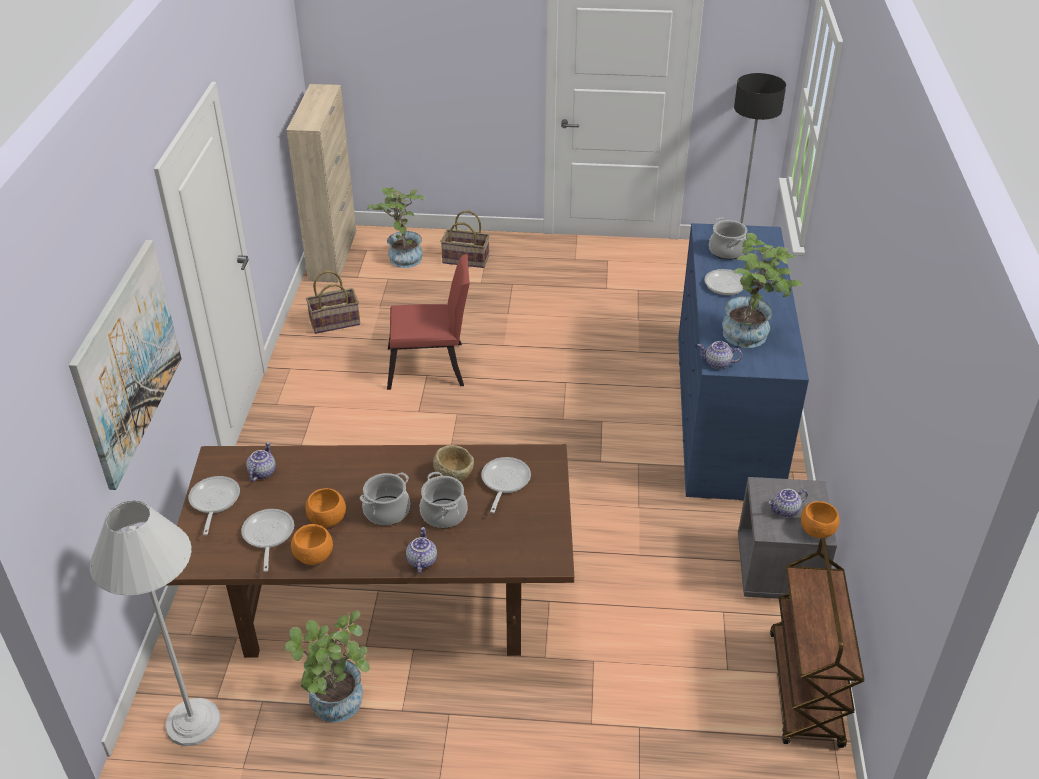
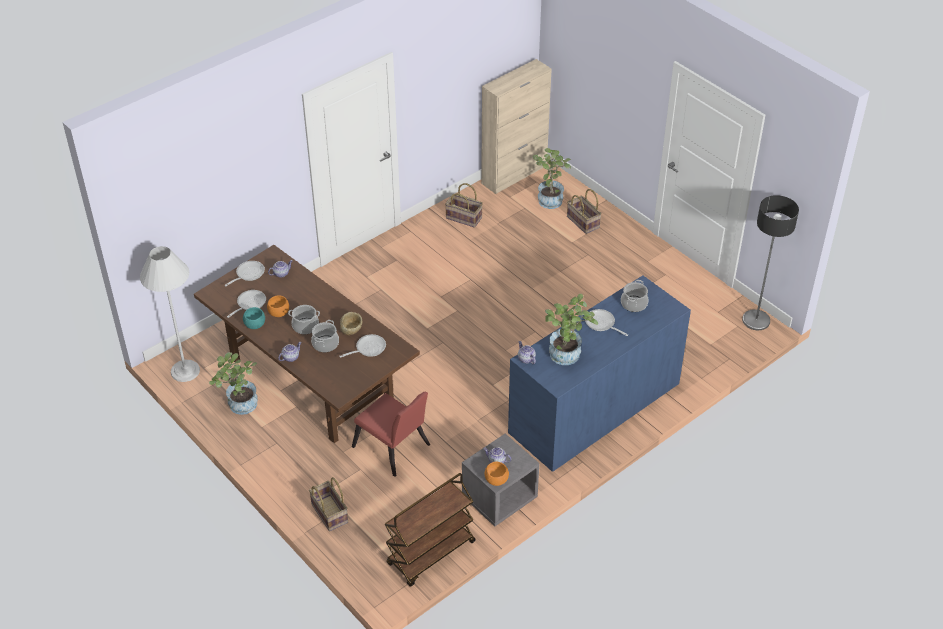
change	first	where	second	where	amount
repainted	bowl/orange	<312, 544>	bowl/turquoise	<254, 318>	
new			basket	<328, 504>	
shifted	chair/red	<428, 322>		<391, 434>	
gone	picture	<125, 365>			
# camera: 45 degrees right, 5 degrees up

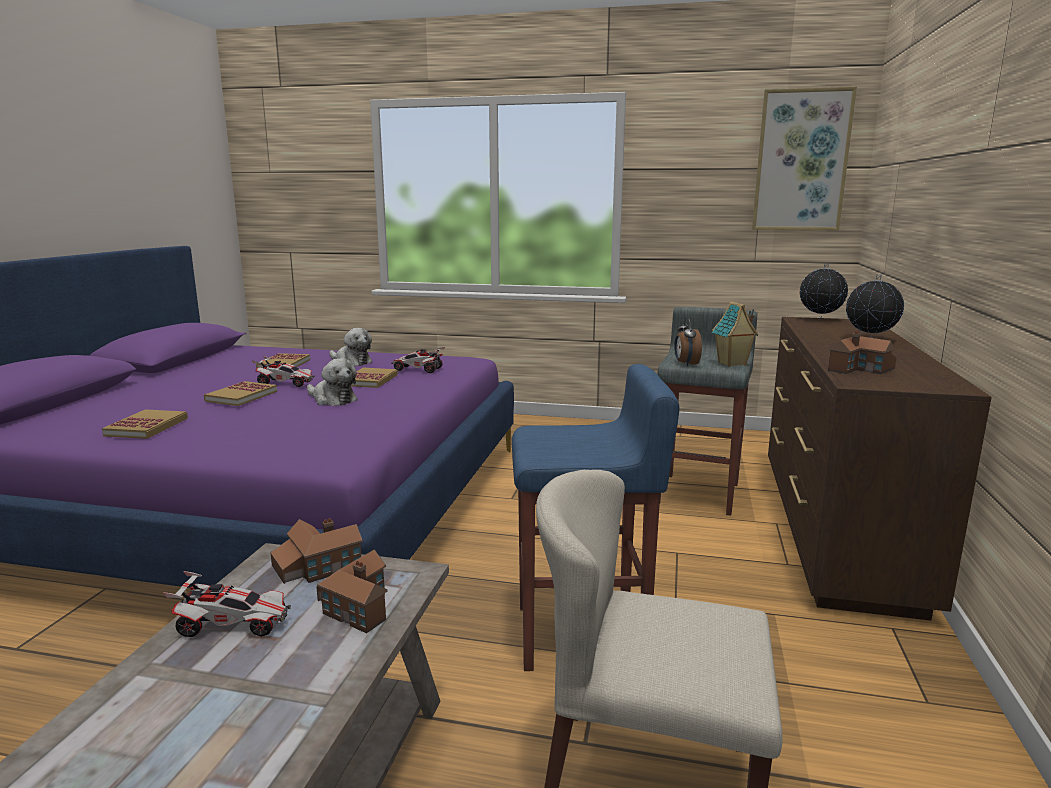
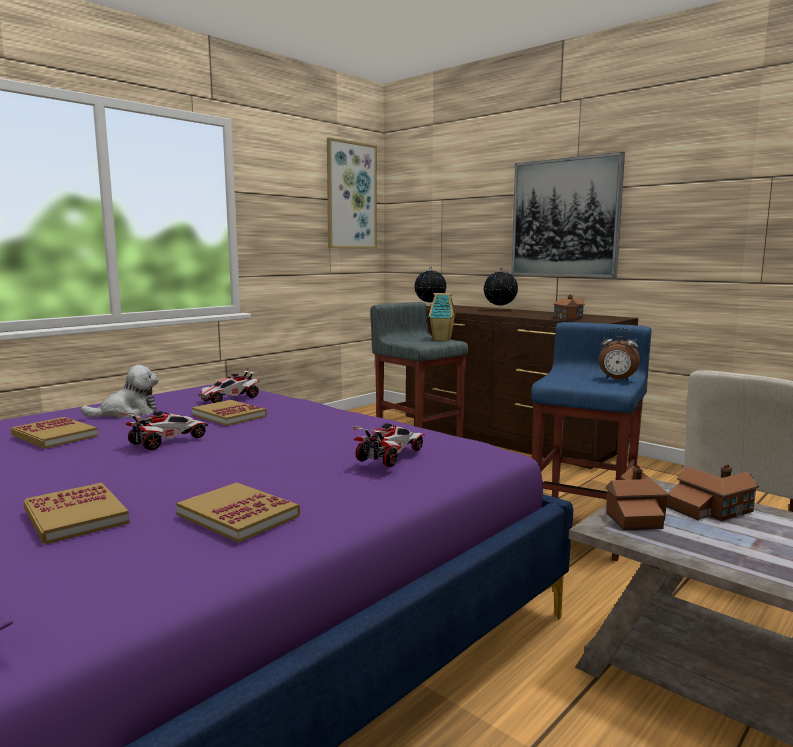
change	first	where	second	where	amount
shifted	book	<240, 393>		<77, 513>	
shifted	toy car	<227, 604>		<389, 445>	
new			picture	<568, 215>	
shifted	alarm clock	<688, 342>		<619, 354>	
gone	plush toy	<332, 382>			
# camera: 60 degrees left, 5 degrees down

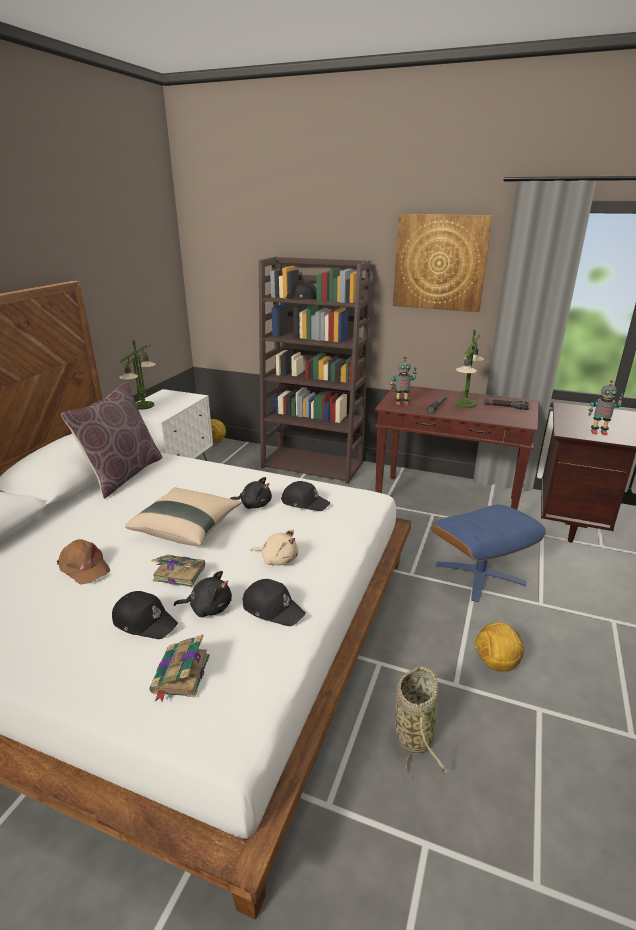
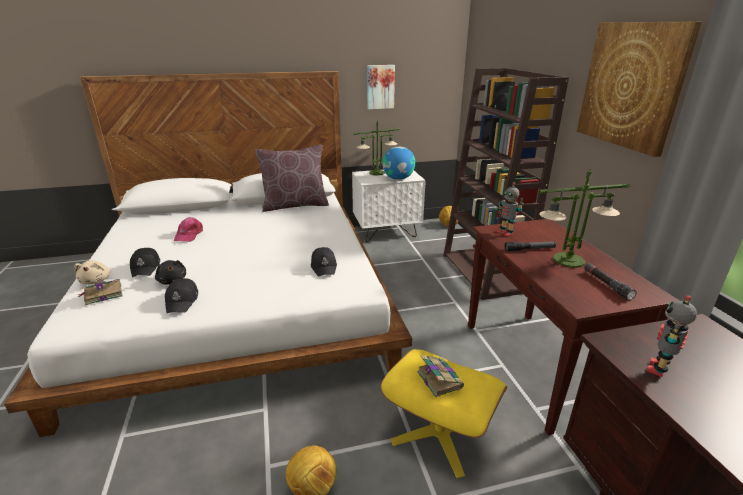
change	first	where	second	where	amount
shifted	plush toy/beige	<274, 547>		<92, 272>	
repainted	cap/brown	<83, 562>	cap/pink	<188, 229>	
new			picture	<381, 87>	
repainted	ottoman/blue	<488, 553>	ottoman/yellow	<444, 413>	
new			globe	<398, 163>	
shifted	book	<178, 570>		<440, 376>	
rotated	toy robot	<605, 407>		<672, 336>	60 degrees clockwise
gone	pillow/beige	<183, 517>			
gone	plush toy/black	<251, 493>			
gone	basket	<421, 723>			
# camera: 55 degrees right, 0 degrees up

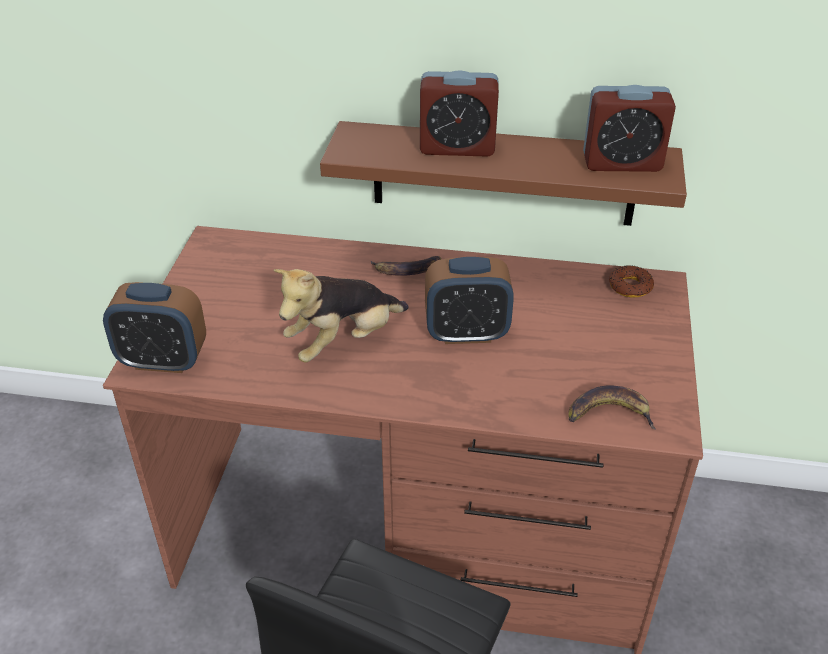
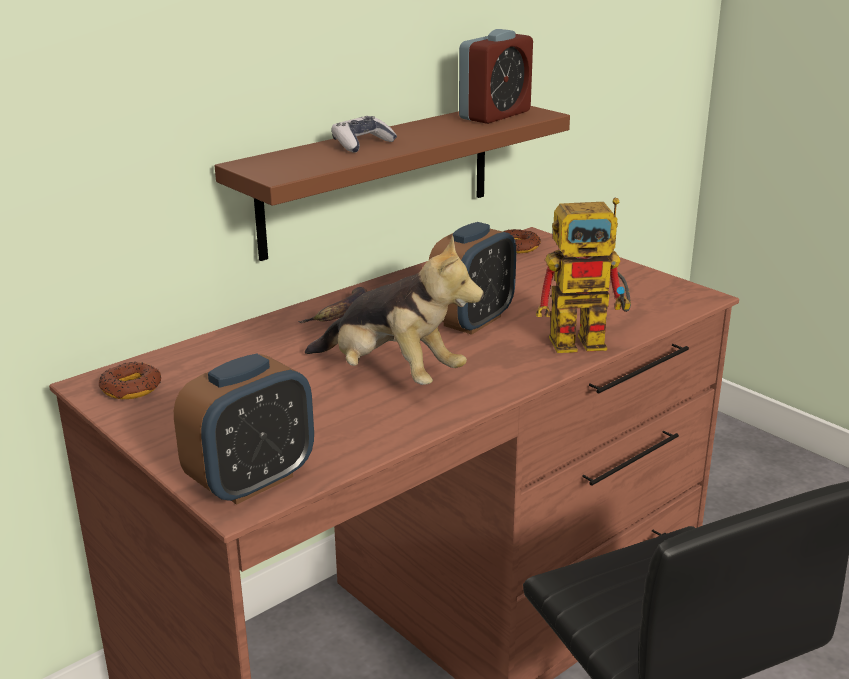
change	first	where	second	where	amount
new			donut	<130, 380>	
rotated	plush toy	<341, 315>		<394, 310>	60 degrees counterclockwise
swapped	alarm clock	<459, 113>	game controller	<364, 134>	
new			toy robot	<583, 275>	
gone	banana	<611, 407>			
# camera: 50 degrees left, 15 degrees down

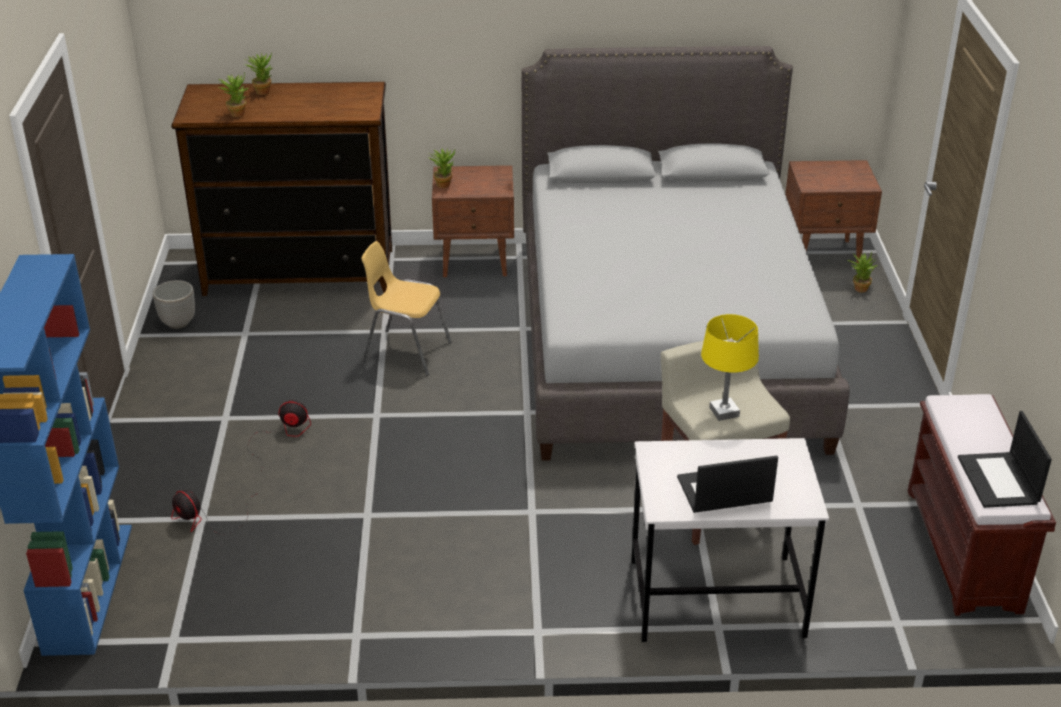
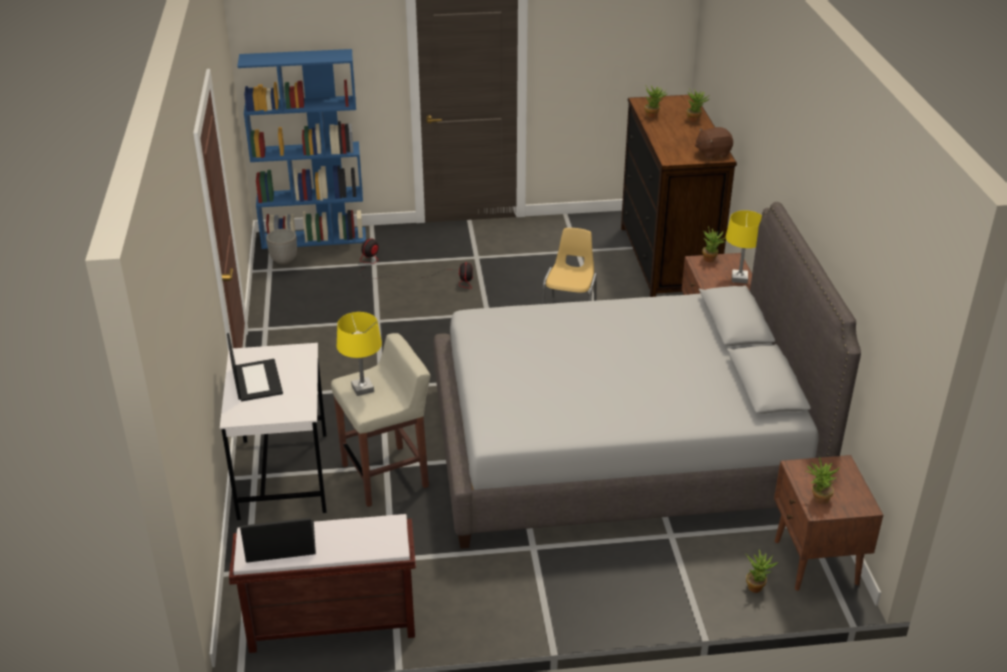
change	first	where	second	where	amount
shifted	planter	<174, 304>		<281, 247>	
new			plush toy/brown	<714, 143>	
new			table lamp/yellow	<744, 246>	
new			potted plant	<823, 480>	
# camera: 85 degrees right, 0 degrees up

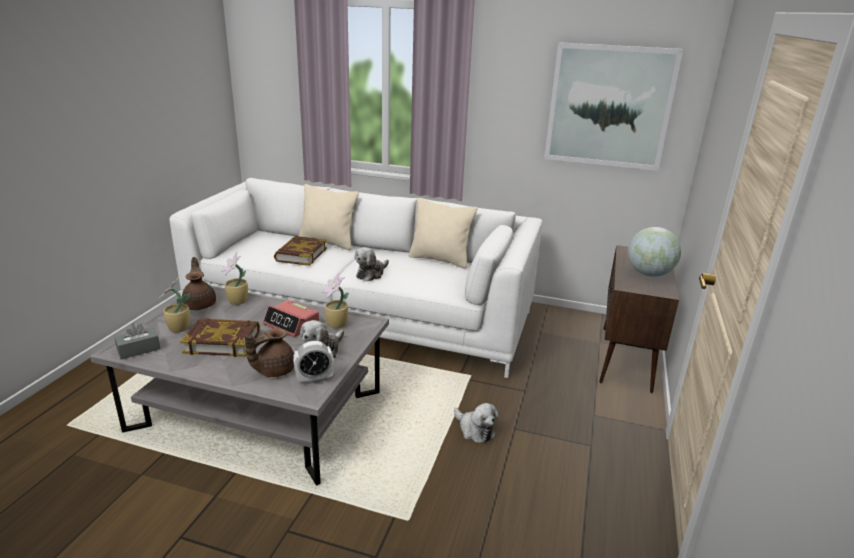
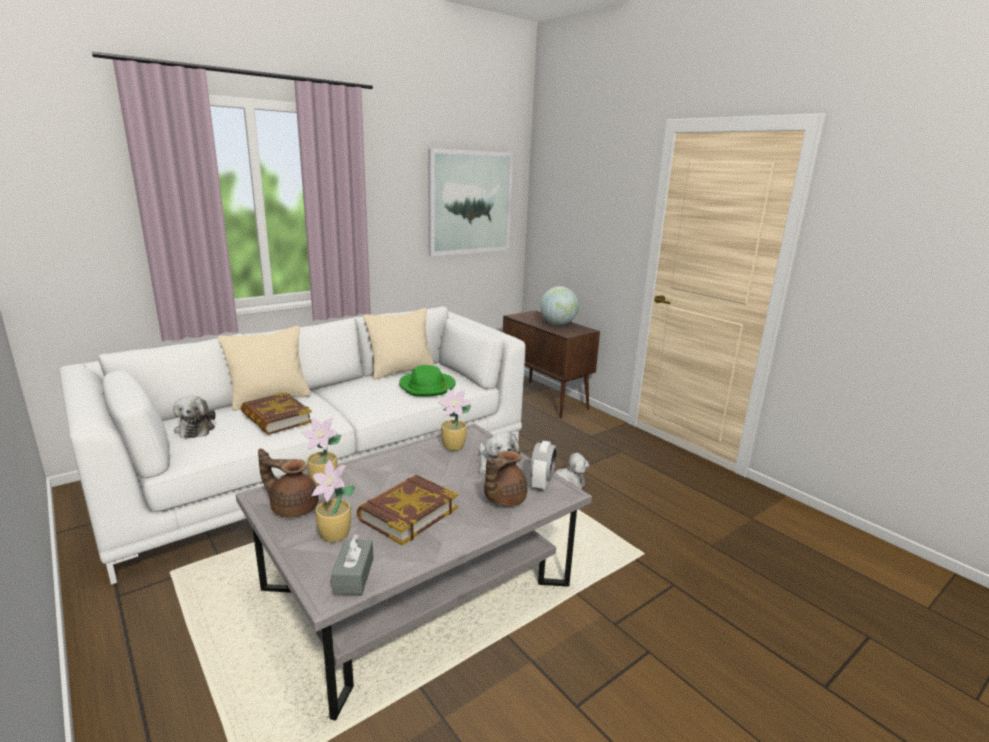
change	first	where	second	where	amount
shifted	plush toy	<371, 264>		<194, 417>	
new			hat/green	<427, 380>	
rotated	teapot/brown	<269, 352>		<505, 479>	45 degrees clockwise
gone	alarm clock	<291, 318>			
# camera: 55 degrees left, 5 degrees down

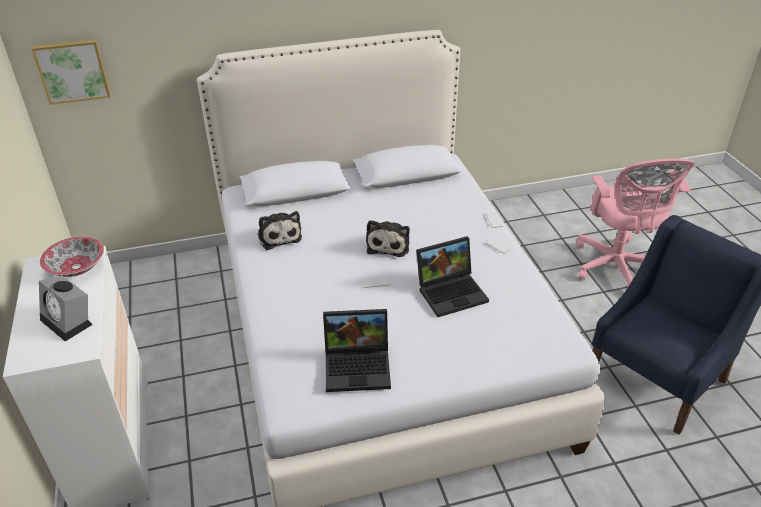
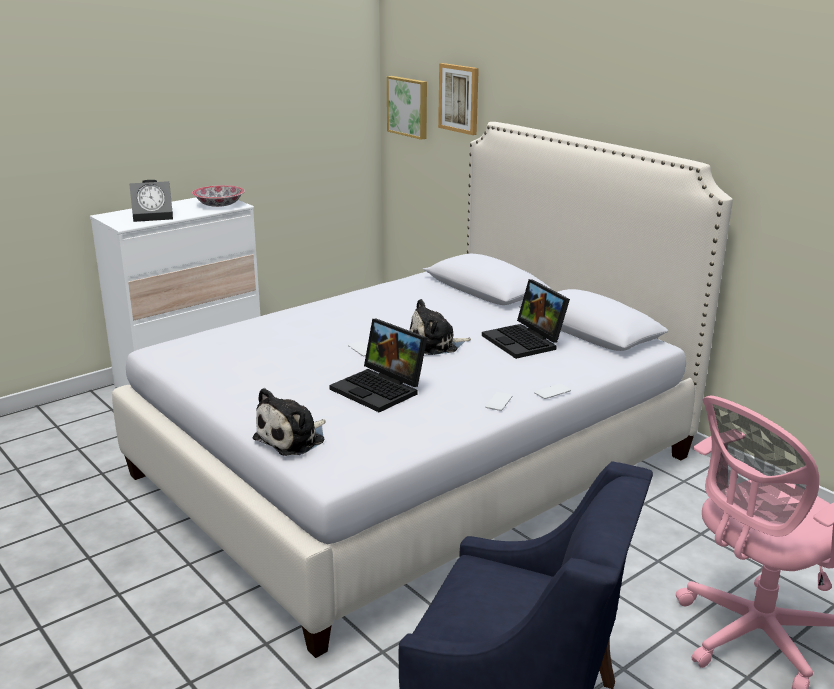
change	first	where	second	where	amount
rotated	alarm clock	<66, 308>		<151, 201>	120 degrees counterclockwise
shifted	plush toy	<279, 230>		<289, 422>	
new			picture	<458, 99>	
shifted	laptop	<357, 350>		<526, 319>	
# camera: 65 degrees right, 15 degrees down

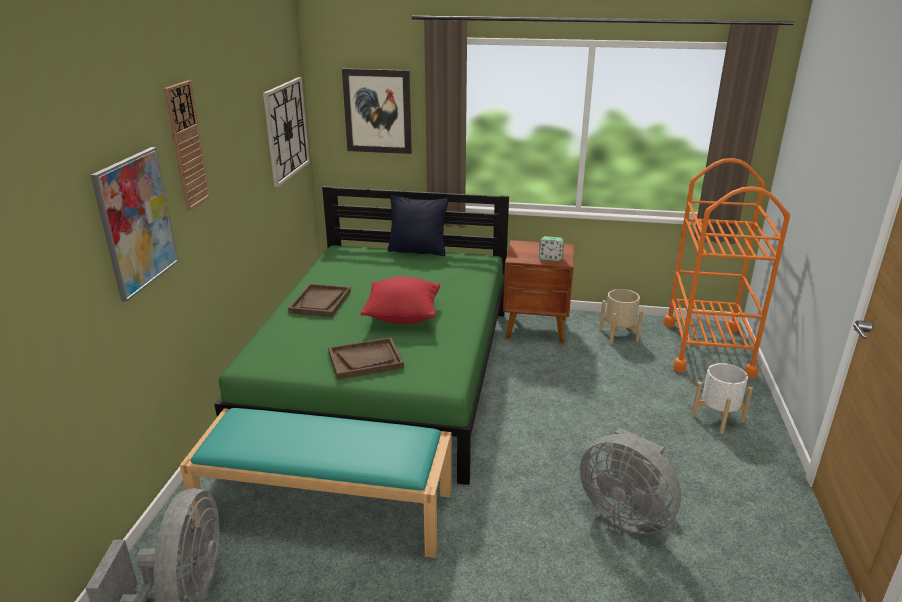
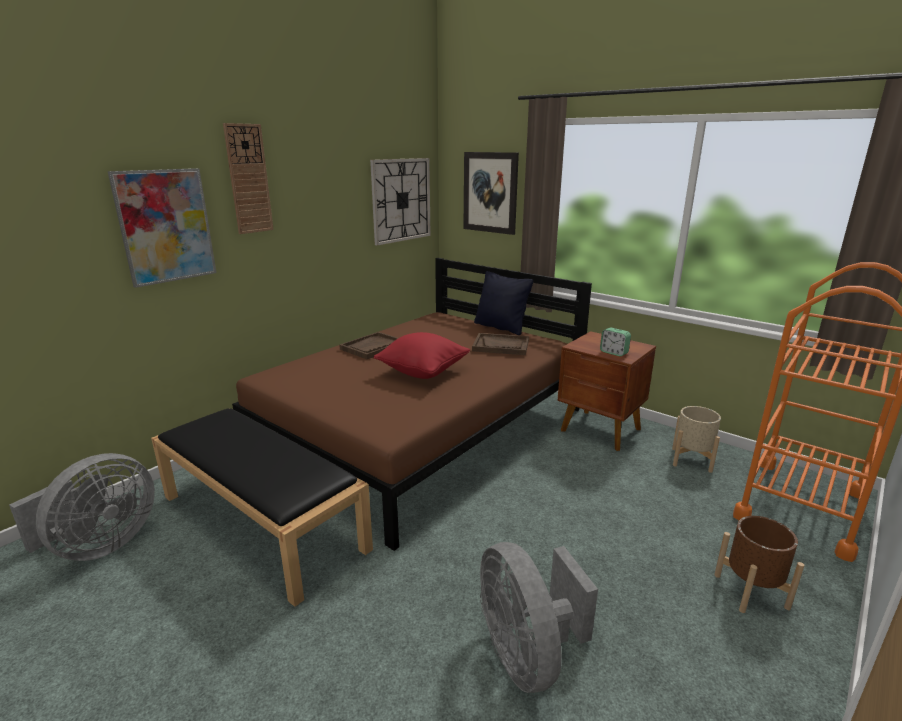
change	first	where	second	where	amount
repainted	bench/turquoise	<315, 483>	bench/black	<262, 507>	
repainted	bed/green	<361, 335>	bed/brown	<412, 404>	
shifted	tray/brown	<366, 358>		<500, 344>	
repainted	planter/white	<722, 398>	planter/brown	<759, 564>	
# camera: 30 degrees right, 5 degrees down

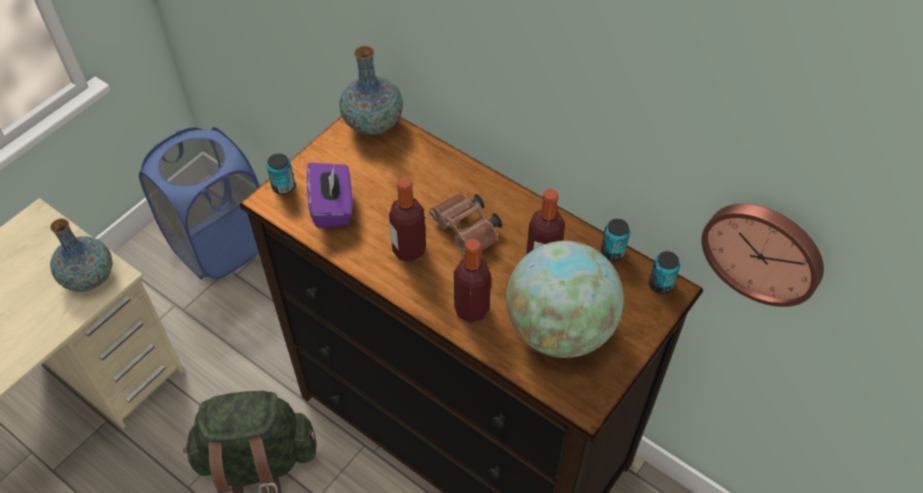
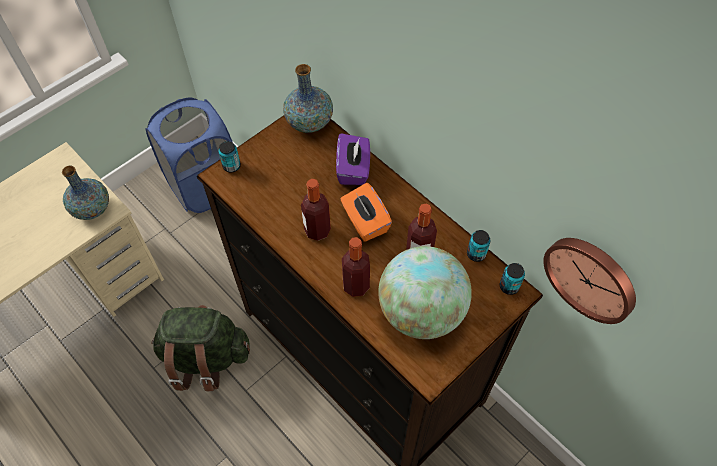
change	first	where	second	where	amount
shifted	tissue box/purple	<330, 195>		<353, 159>	
swapped	binoculars/brown	<466, 224>	tissue box/orange	<366, 212>	
# camera: 10 degrees right, 5 degrees up

